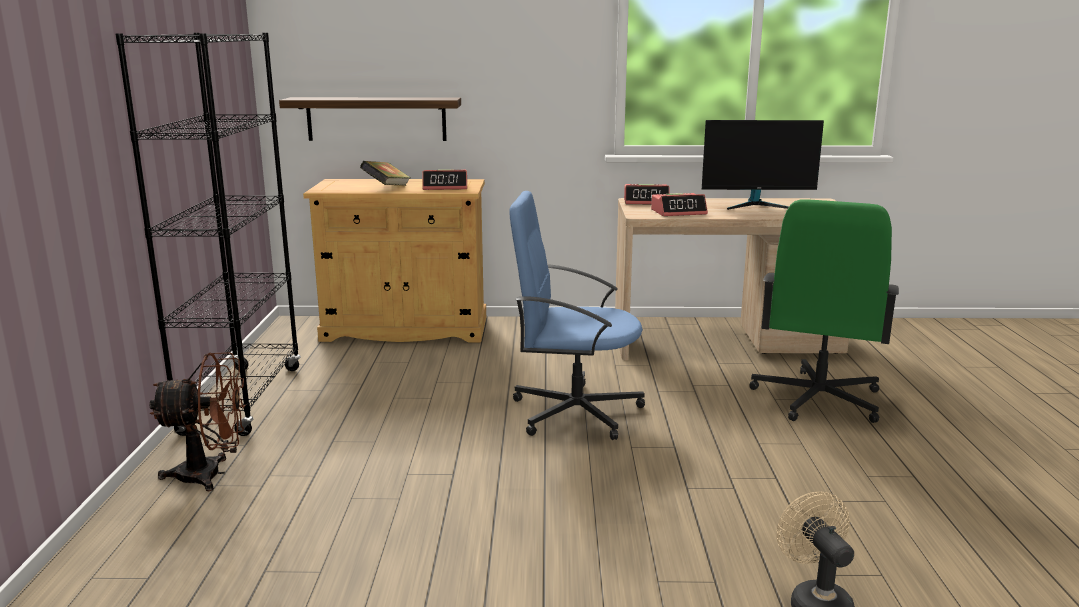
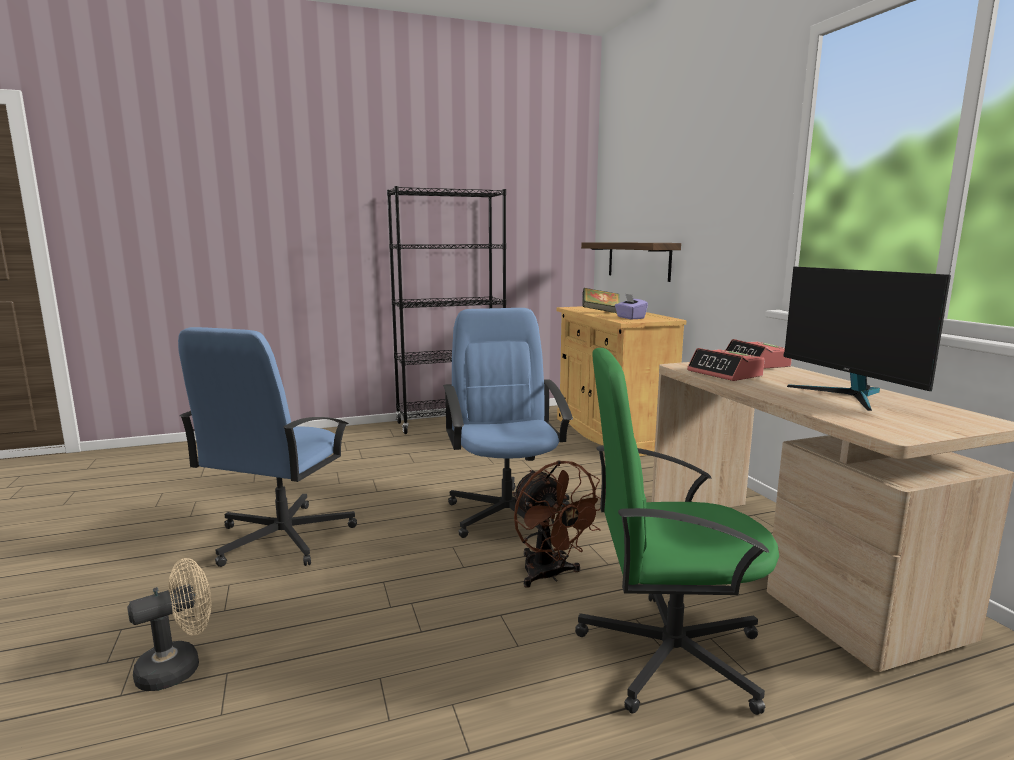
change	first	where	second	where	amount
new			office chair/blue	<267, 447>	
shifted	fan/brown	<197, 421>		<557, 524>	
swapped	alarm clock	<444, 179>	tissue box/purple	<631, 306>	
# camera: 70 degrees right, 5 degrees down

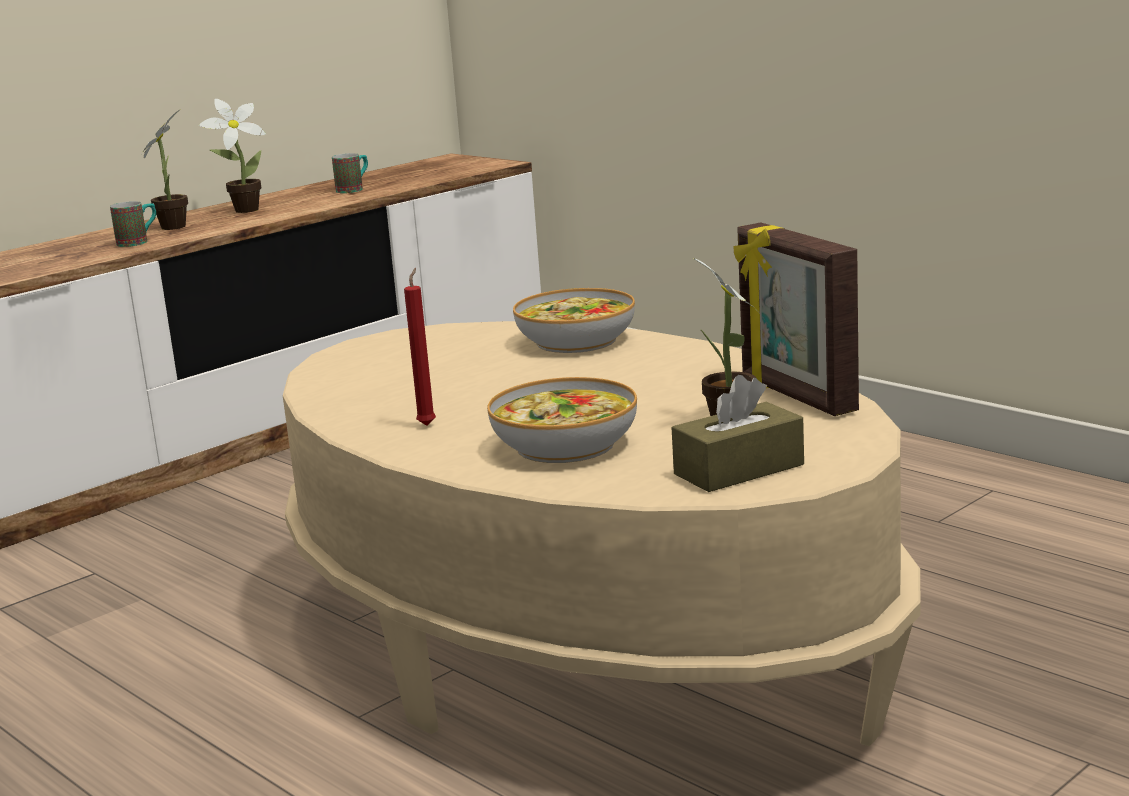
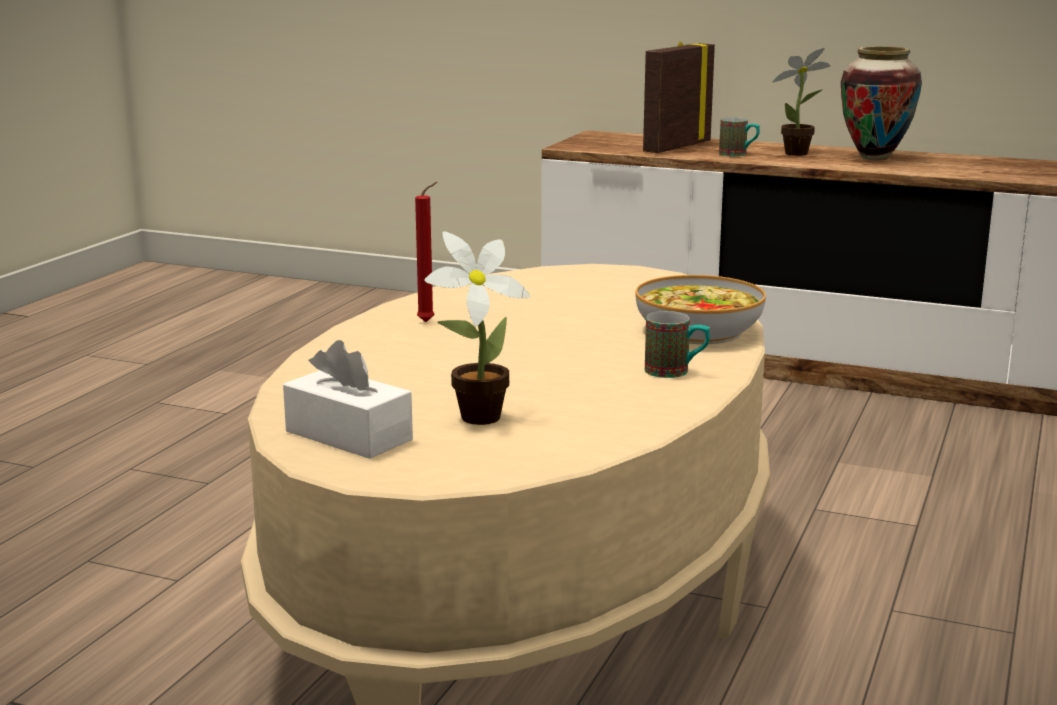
change	first	where	second	where	amount
repainted	tissue box/brown	<738, 433>	tissue box/white	<348, 399>	
shifted	picture frame	<796, 319>		<679, 97>	
shifted	mug	<350, 173>		<677, 344>	
swapped	potted plant	<232, 156>	vase	<881, 103>	
gone	bowl	<562, 420>			
# camera: 65 degrees right, 0 degrees up

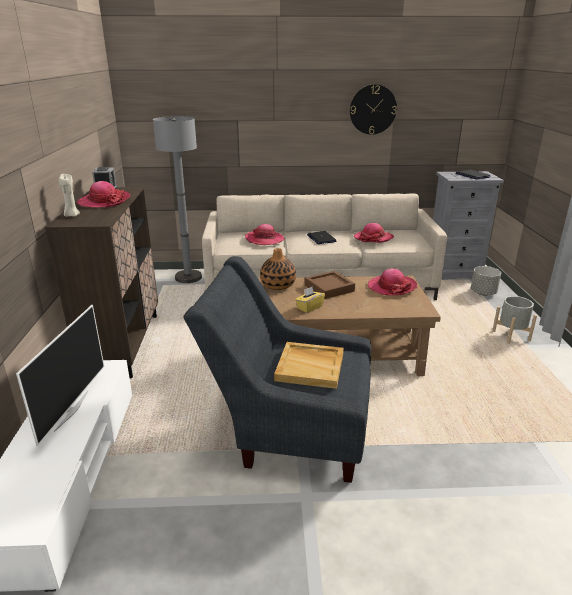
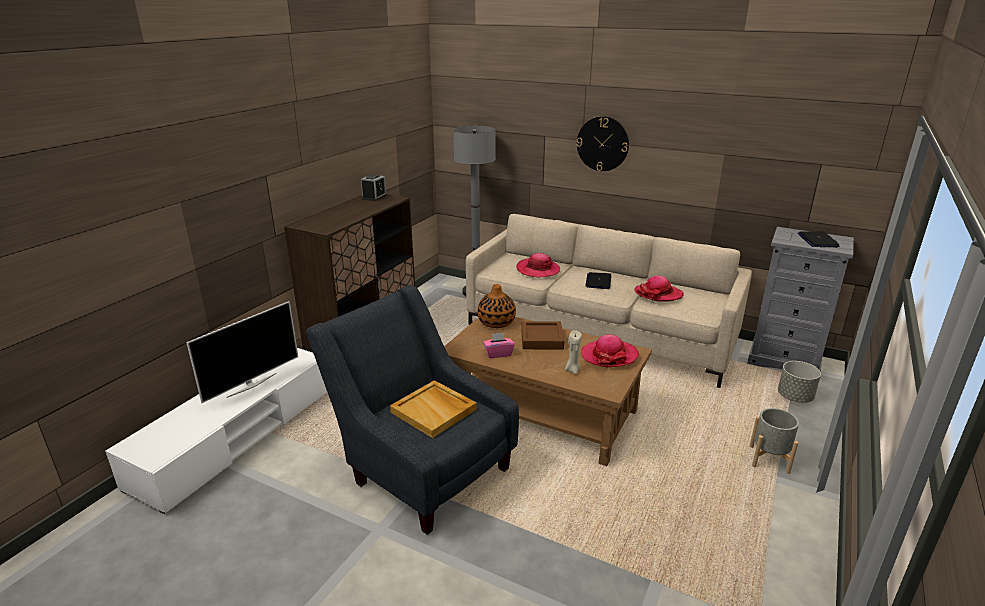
change	first	where	second	where	amount
repainted	tissue box/yellow	<310, 299>	tissue box/pink	<499, 345>	
shifted	candle/beige	<69, 195>		<573, 352>	
shifted	wall clock	<373, 109>		<602, 143>	
gone	hat	<104, 194>			
# camera: 30 degrees right, 0 degrees up

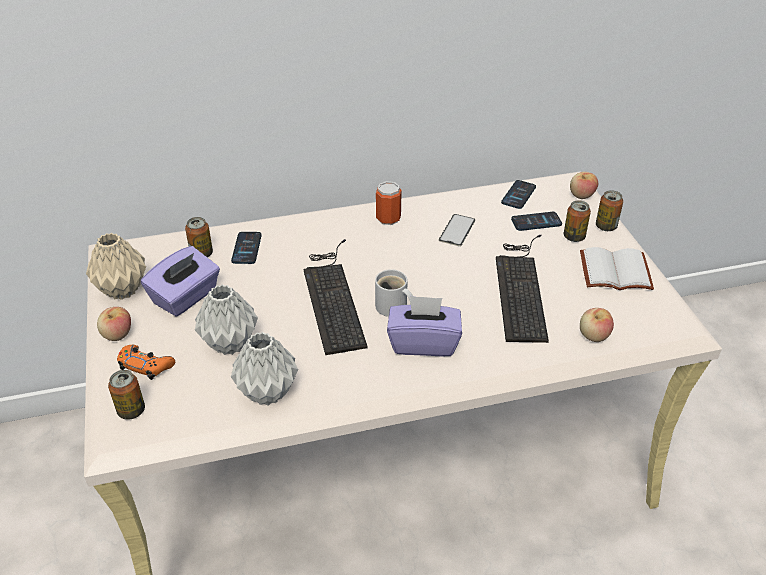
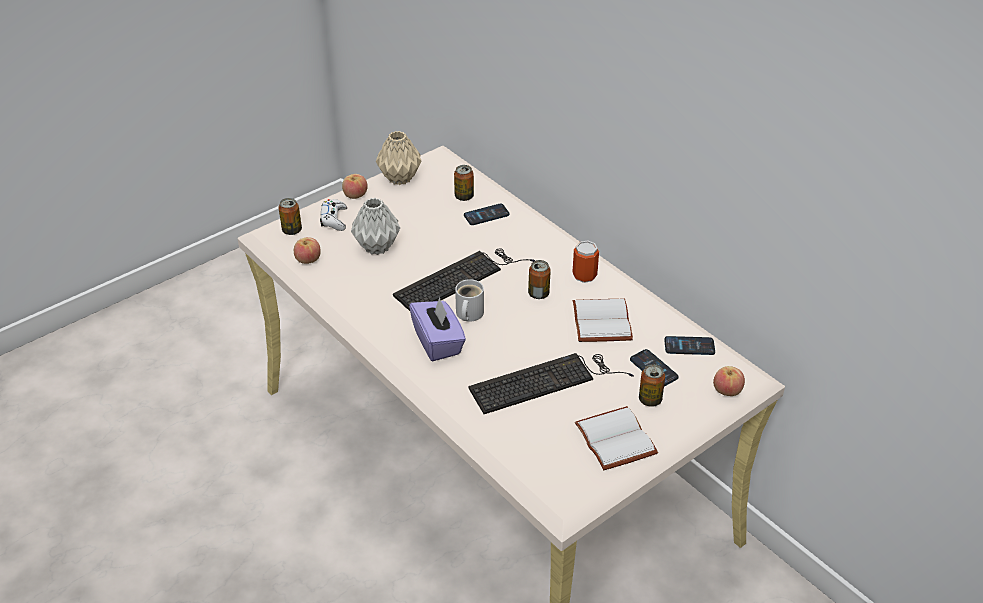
change	first	where	second	where	amount
shifted	apple	<597, 325>		<307, 250>	
repainted	game controller/orange	<146, 362>	game controller/white	<333, 215>	
shifted	can	<609, 210>		<539, 279>	
swapped	phone	<457, 230>	book/white	<602, 320>	
gone	tissue box/purple	<180, 281>			
gone	vase/grey	<264, 368>			
# camera: 65 degrees right, 0 degrees up

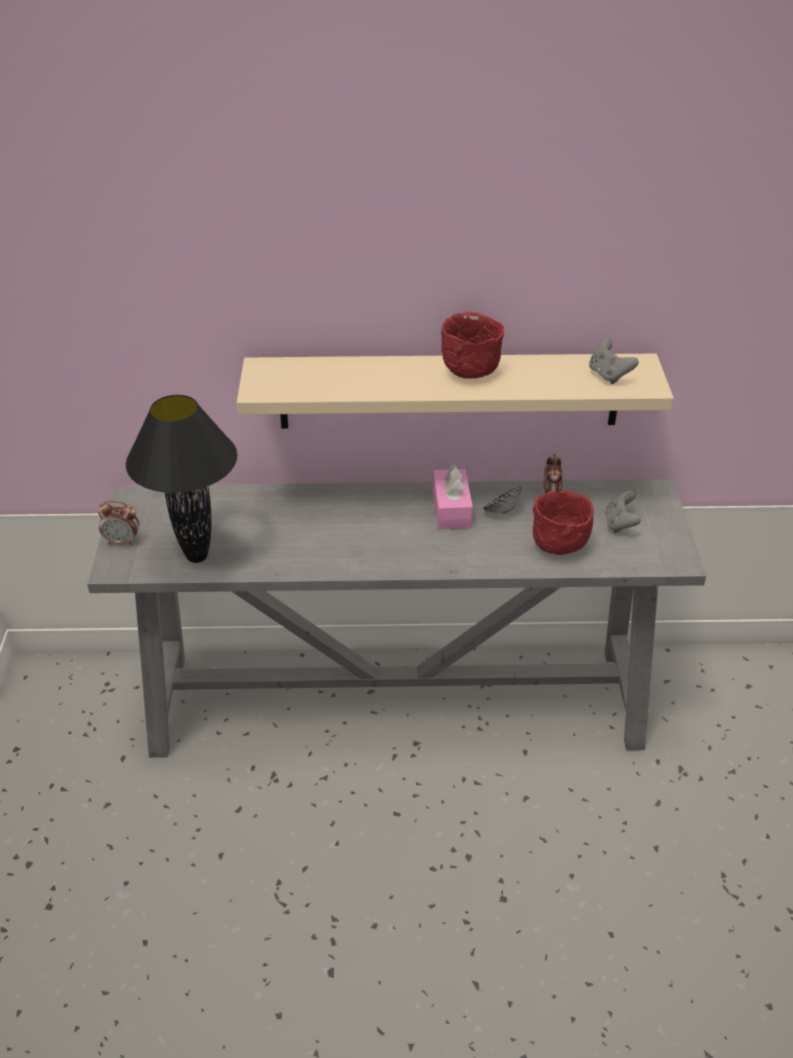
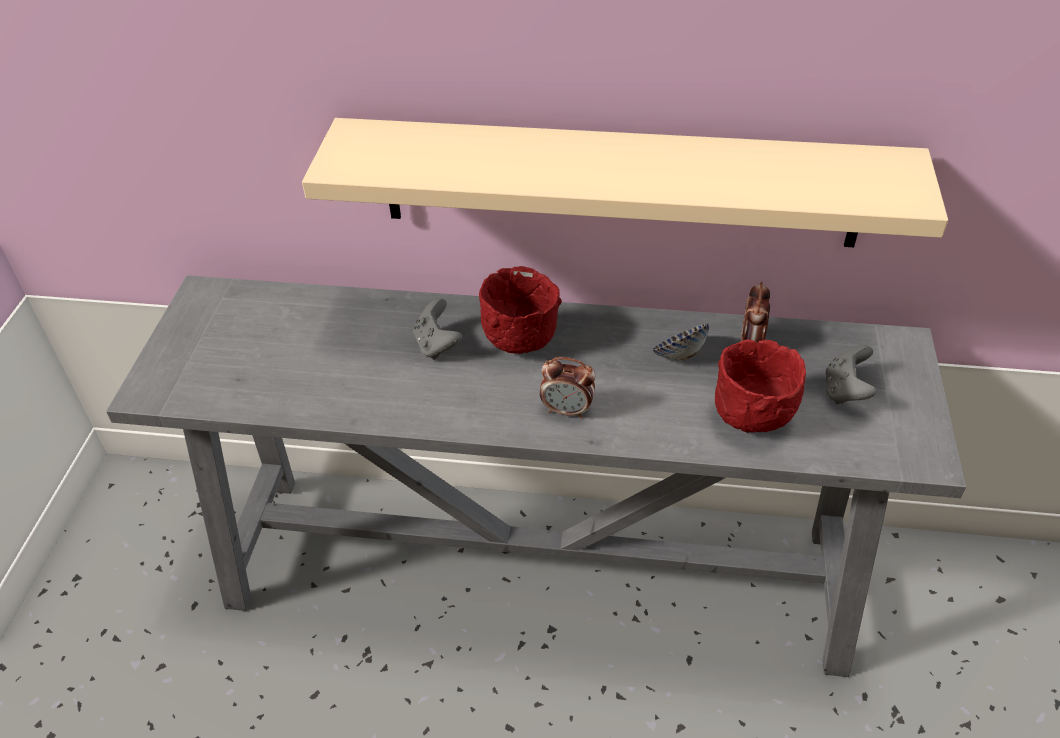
change	first	where	second	where	amount
shifted	game controller/grey	<614, 361>		<437, 329>	
shifted	bowl/red	<472, 345>		<520, 310>	
shifted	alarm clock	<118, 523>		<568, 387>	
gone	table lamp/black	<182, 479>			
gone	tissue box/pink	<452, 496>			
# camera: 10 degrees right, 5 degrees up

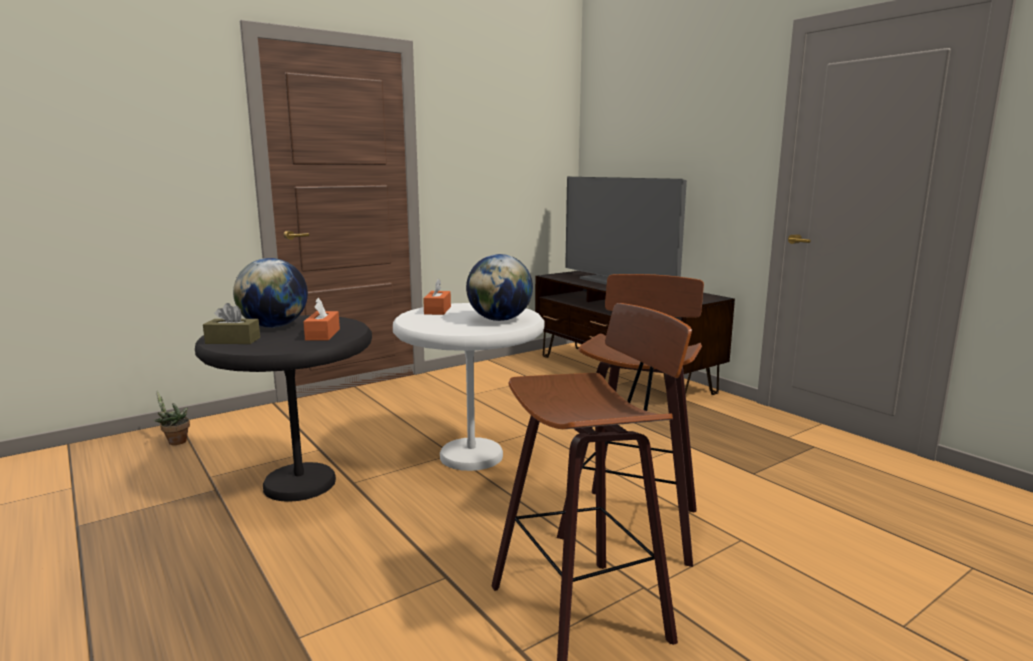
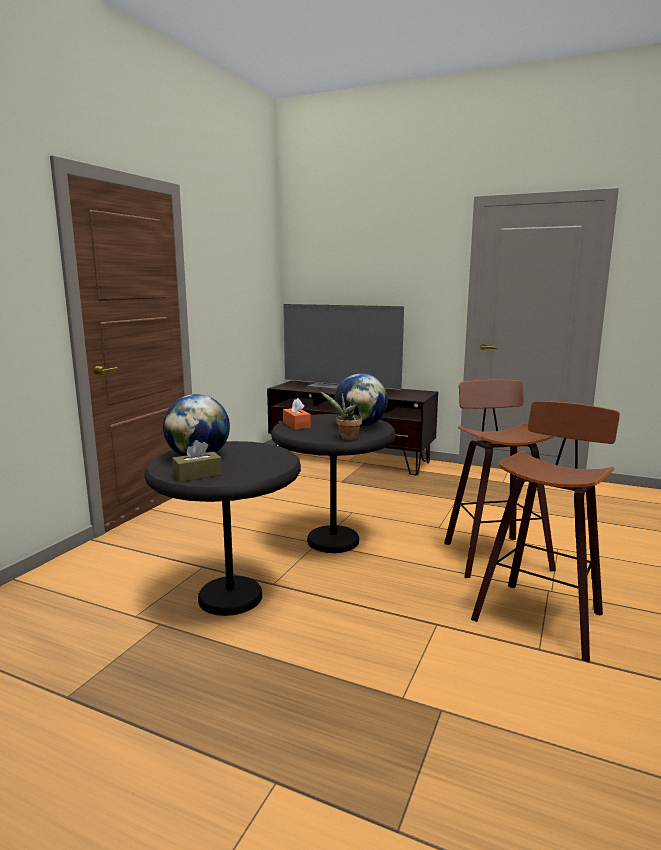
change	first	where	second	where	amount
repainted	side table/white	<468, 387>	side table/black	<333, 483>	
shifted	potted plant	<172, 418>		<341, 415>	
gone	tissue box/orange	<321, 319>			
# camera: 30 degrees left, 0 degrees up

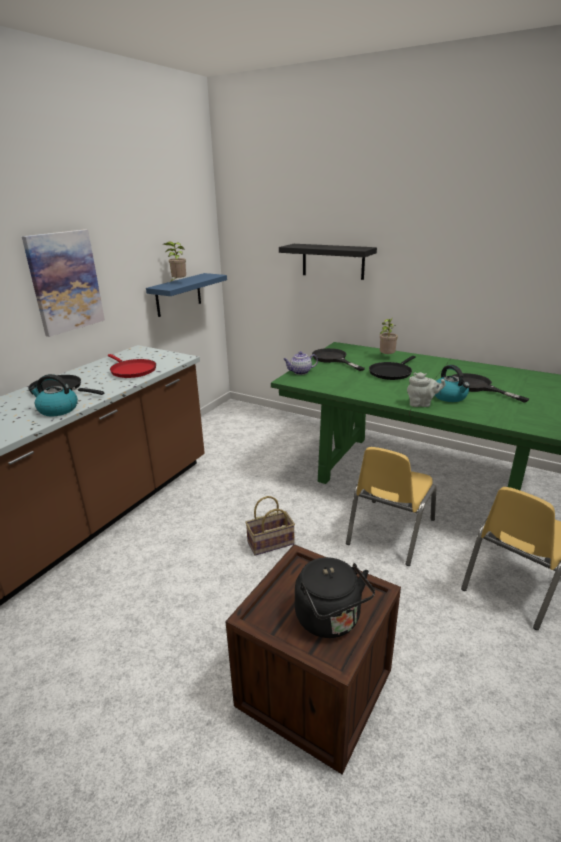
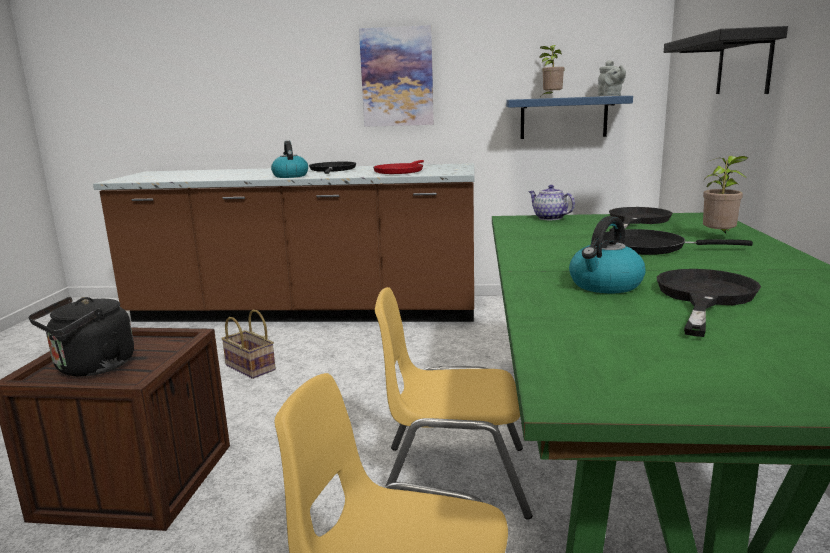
change	first	where	second	where	amount
shifted	basket	<270, 526>		<248, 344>	
shifted	teapot/grey	<426, 389>		<612, 78>	
# camera: 65 degrees right, 10 degrees down

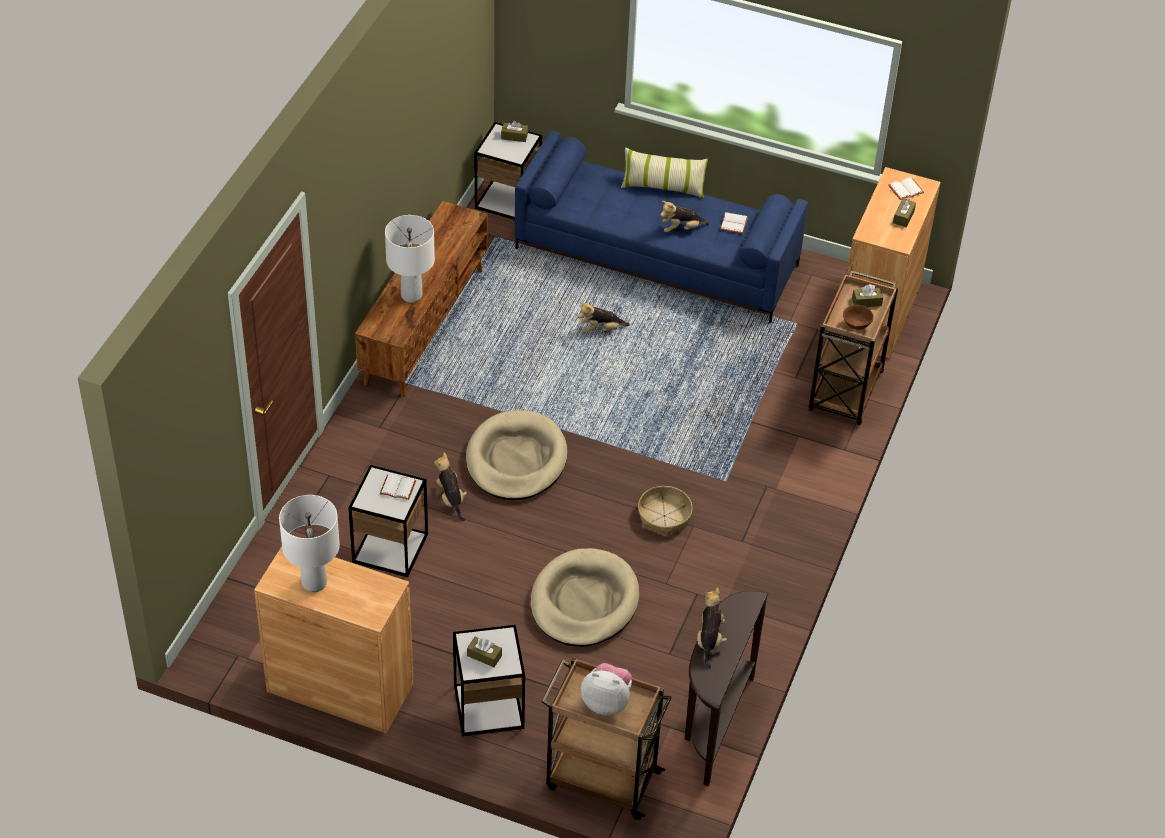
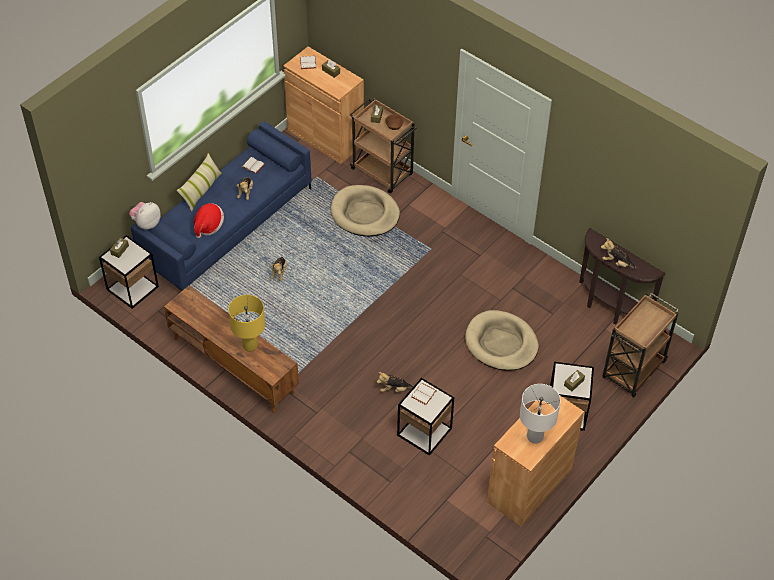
change	first	where	second	where	amount
shifted	plush toy	<606, 689>		<145, 216>	
new			hat	<209, 220>	
repainted	table lamp/white	<410, 259>	table lamp/yellow	<246, 323>	
shifted	dog bed/beige	<516, 455>		<365, 211>	
gone	basket	<665, 510>			
# camera: 70 degrees left, 5 degrees up

